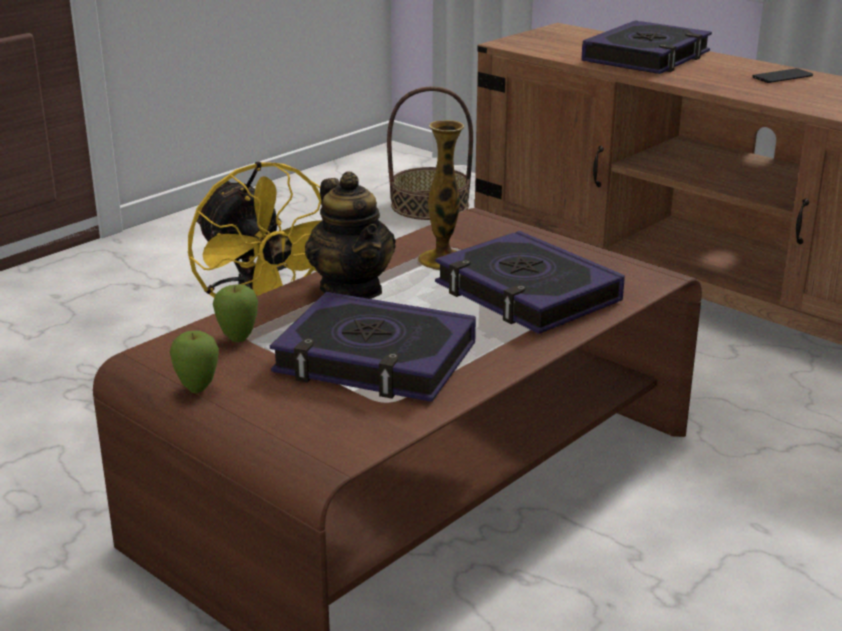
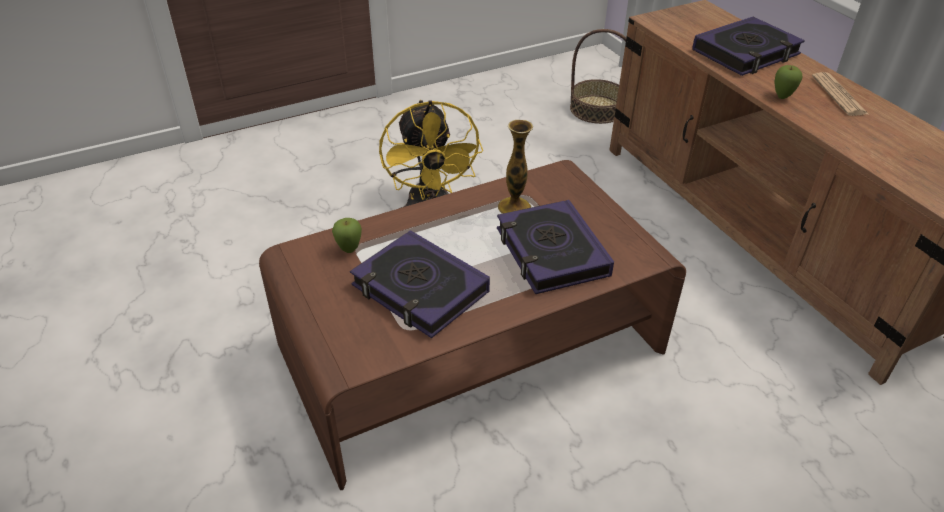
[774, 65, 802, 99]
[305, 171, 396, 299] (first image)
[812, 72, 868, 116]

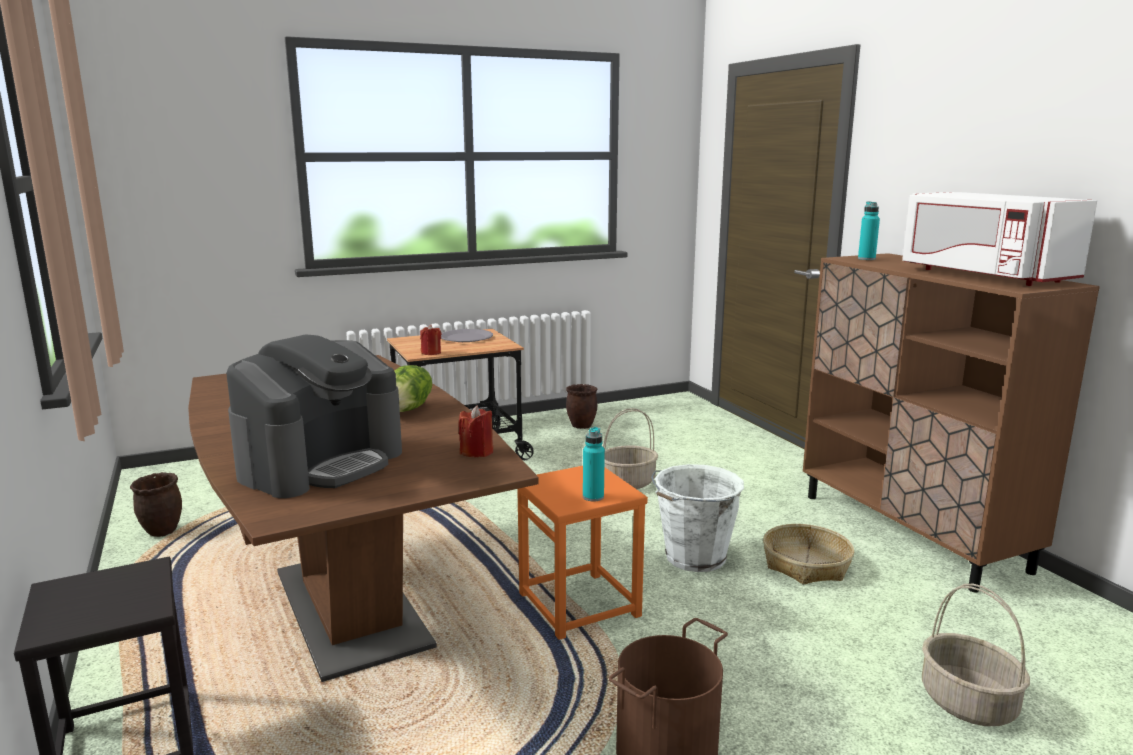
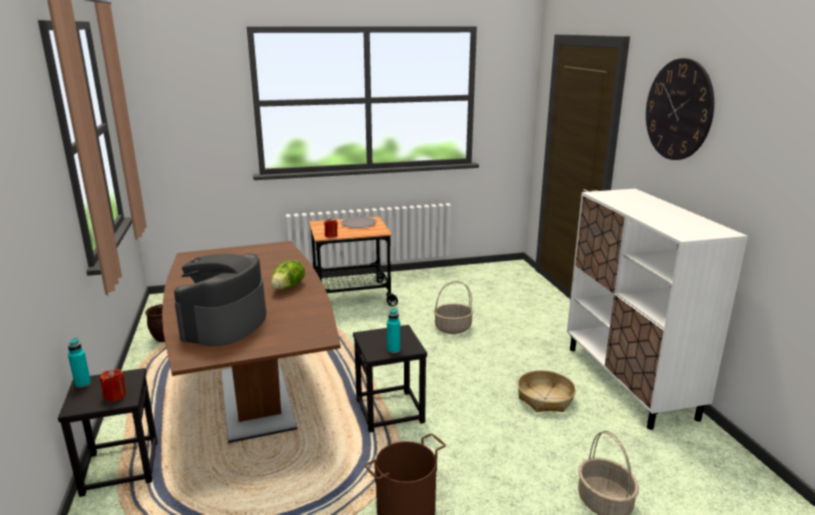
[174, 253, 266, 347]
[100, 369, 126, 402]
[353, 325, 427, 433]
[566, 384, 597, 429] (first image)
[651, 464, 744, 572] (first image)
[567, 189, 748, 430]
[68, 338, 91, 388]
[902, 192, 1097, 286] (first image)
[646, 58, 714, 160]

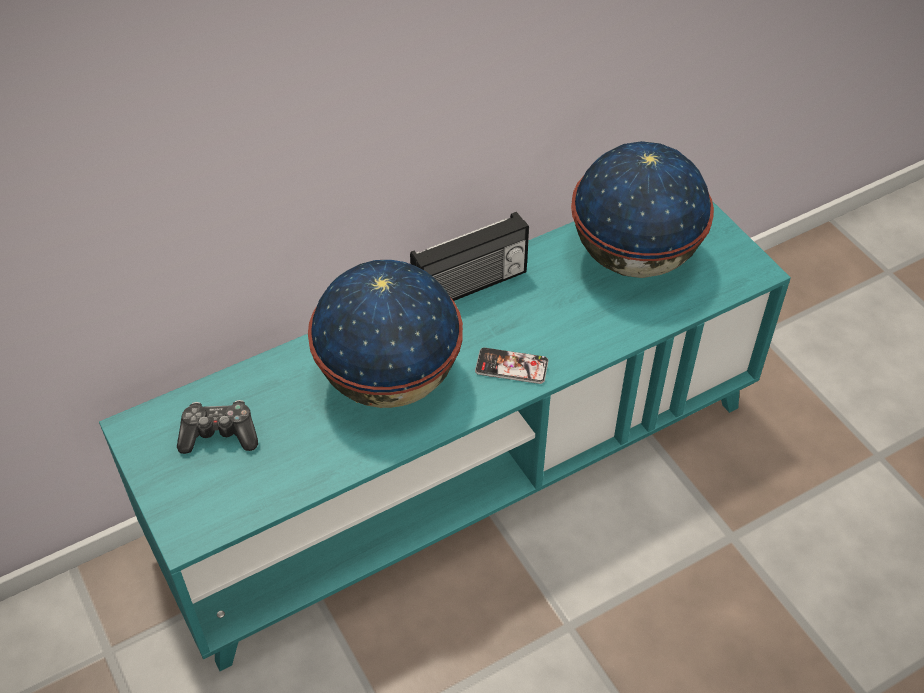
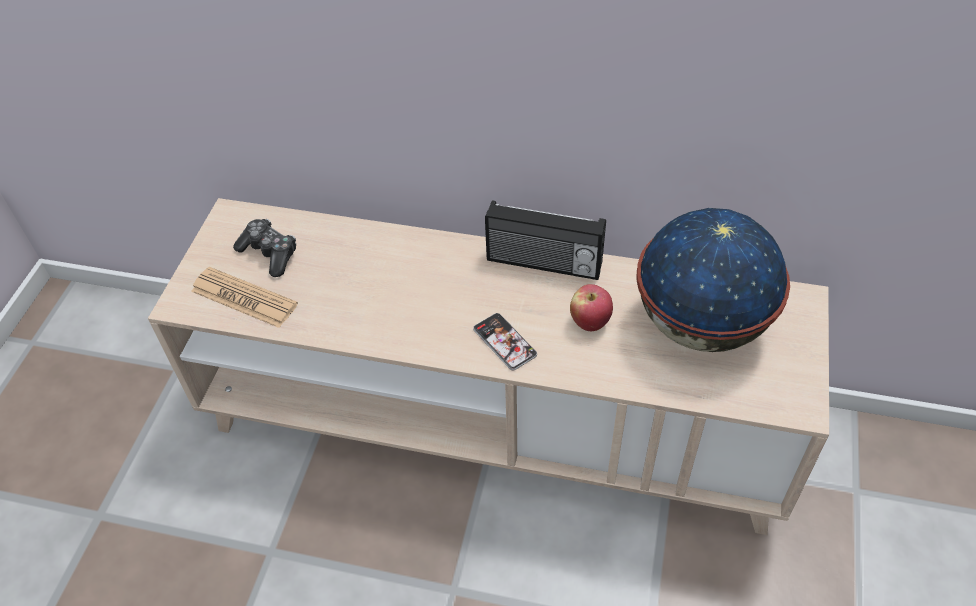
[148, 198, 829, 535]
[308, 260, 463, 408] (first image)
[191, 267, 298, 328]
[570, 284, 613, 331]

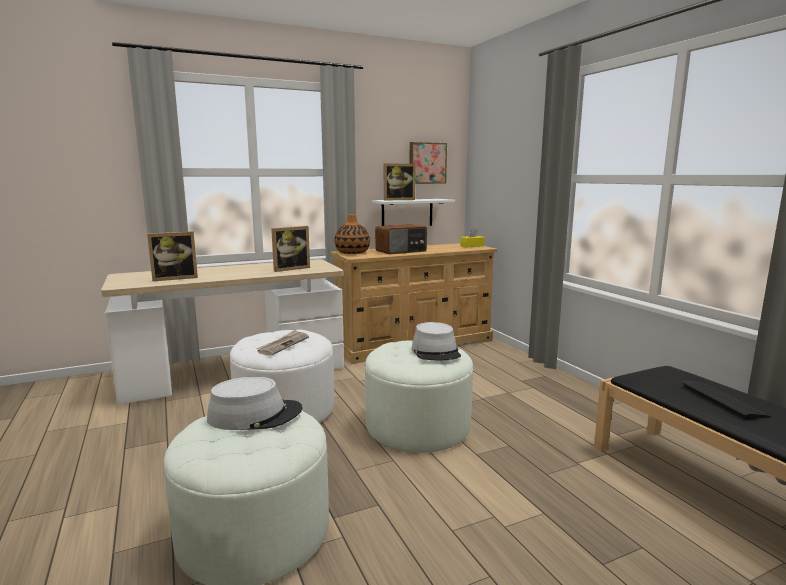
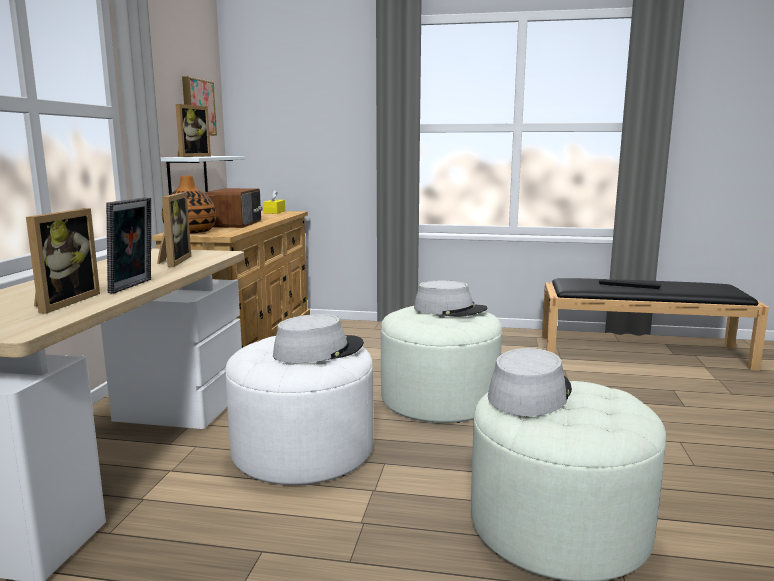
[273, 314, 364, 363]
[106, 197, 151, 294]

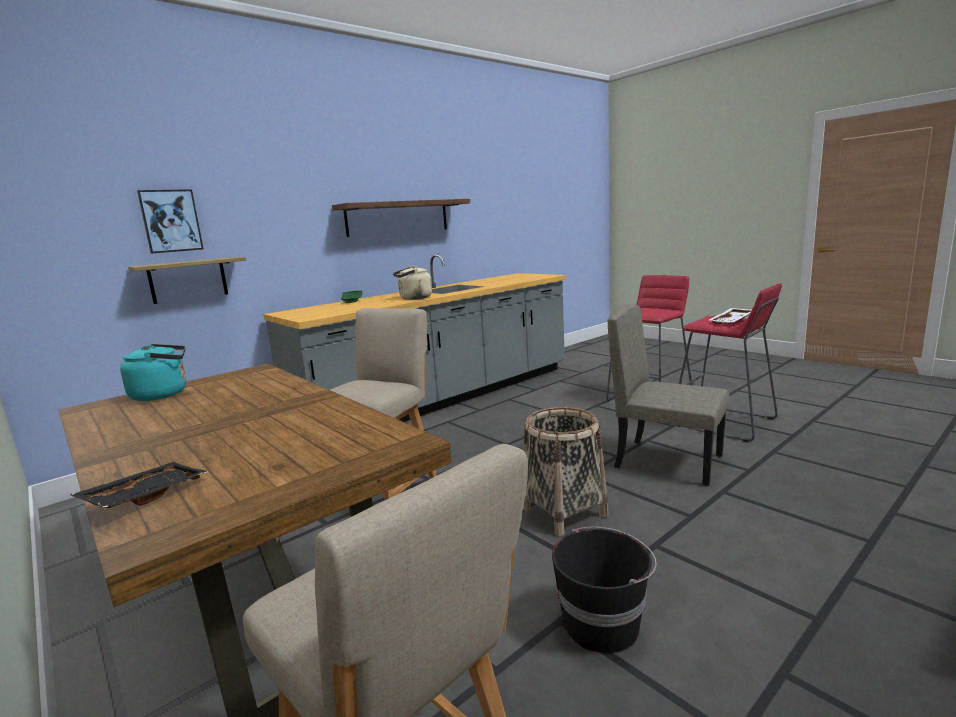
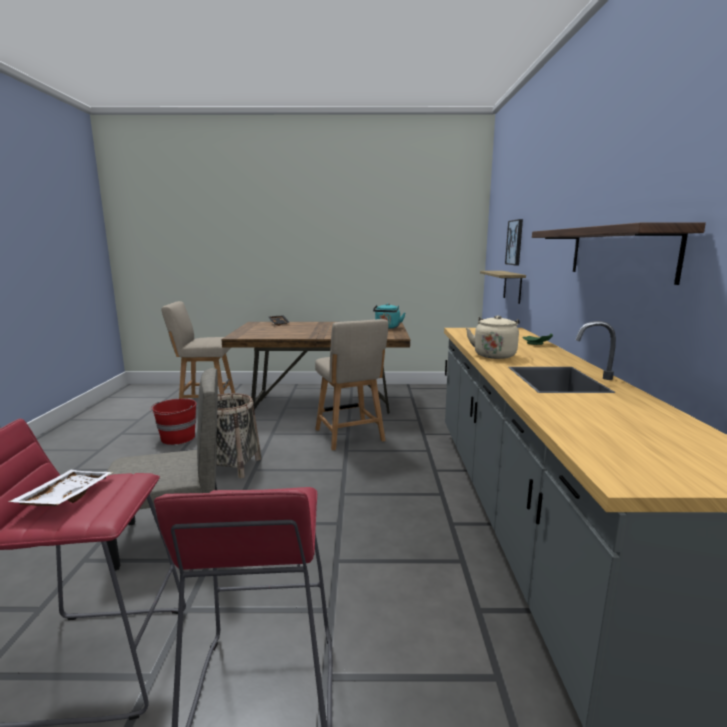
[150, 399, 197, 445]

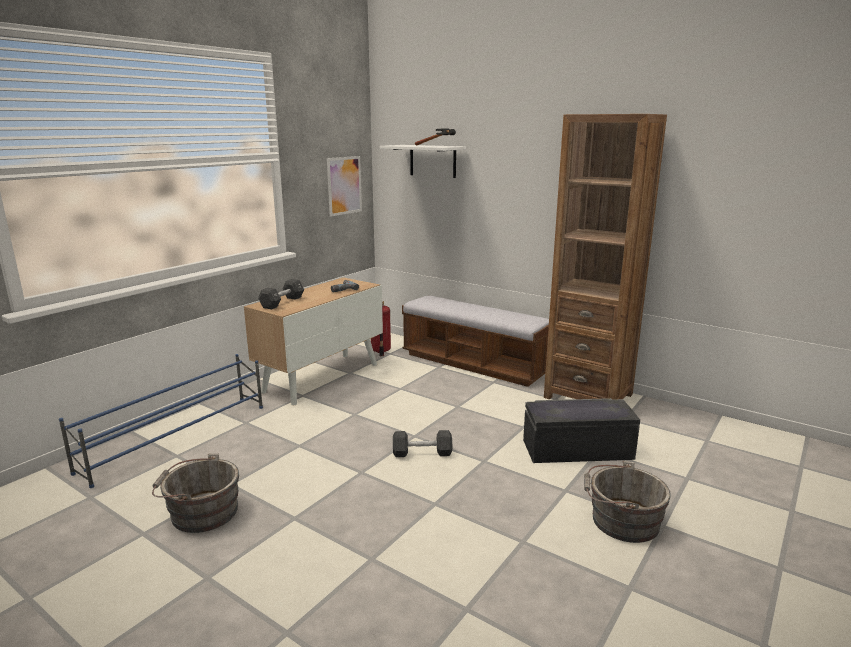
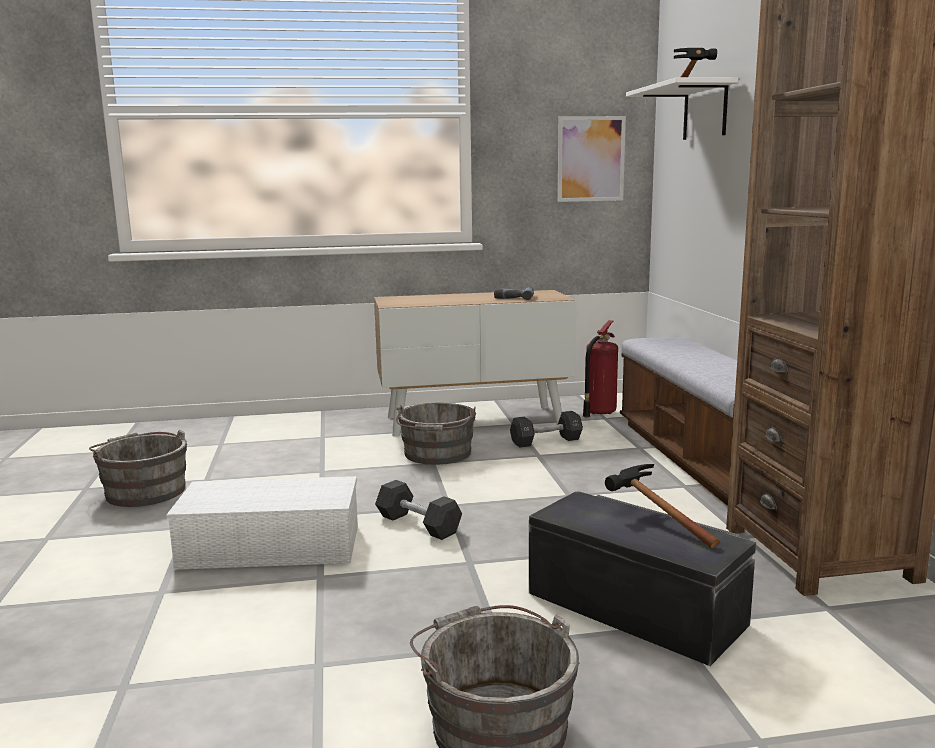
[59, 354, 263, 488] (first image)
[510, 411, 583, 448]
[166, 476, 358, 570]
[396, 403, 476, 465]
[605, 464, 719, 548]

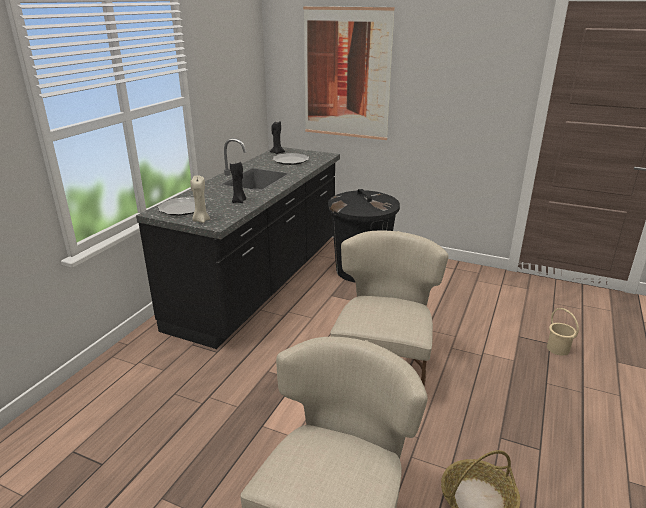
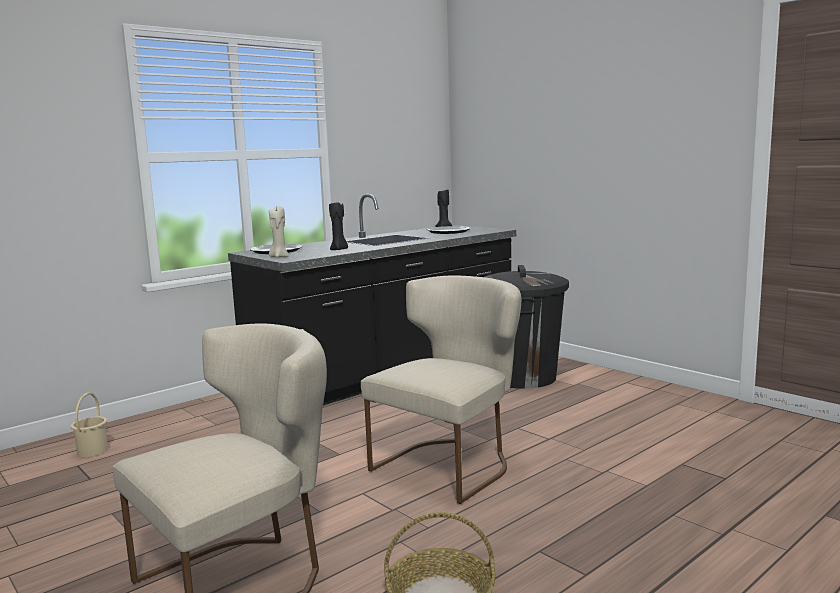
[303, 6, 395, 140] (first image)
[71, 392, 108, 457]

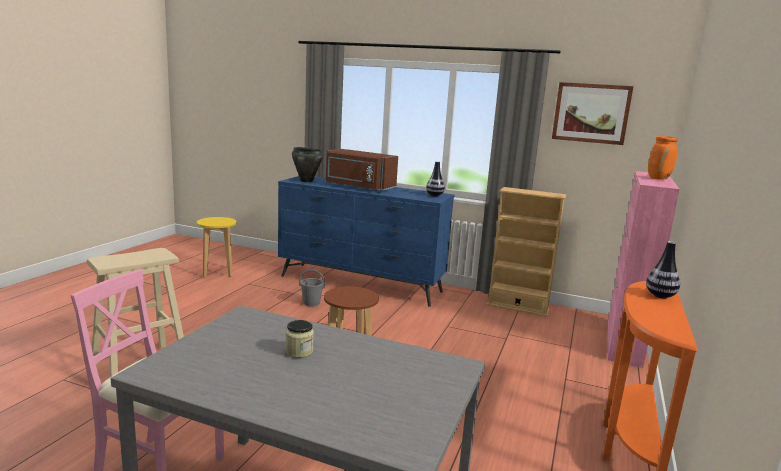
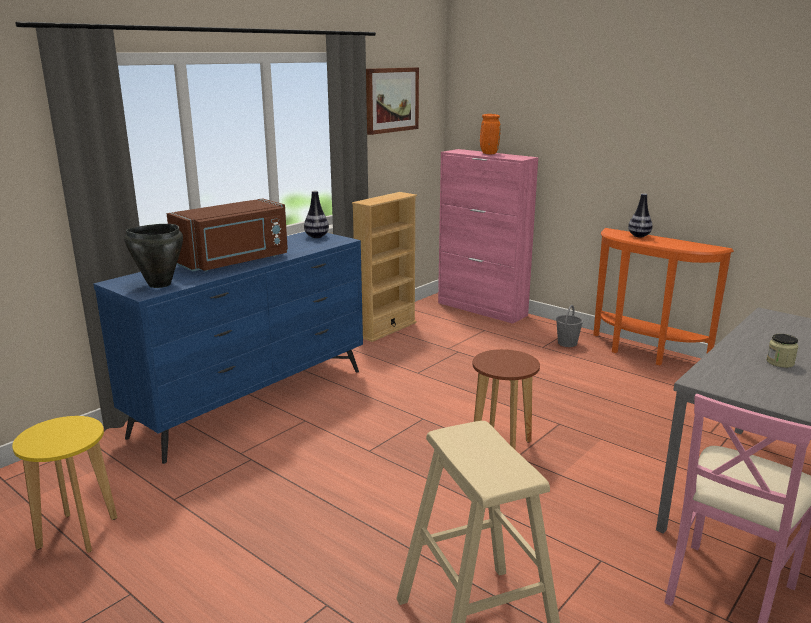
[556, 305, 583, 347]

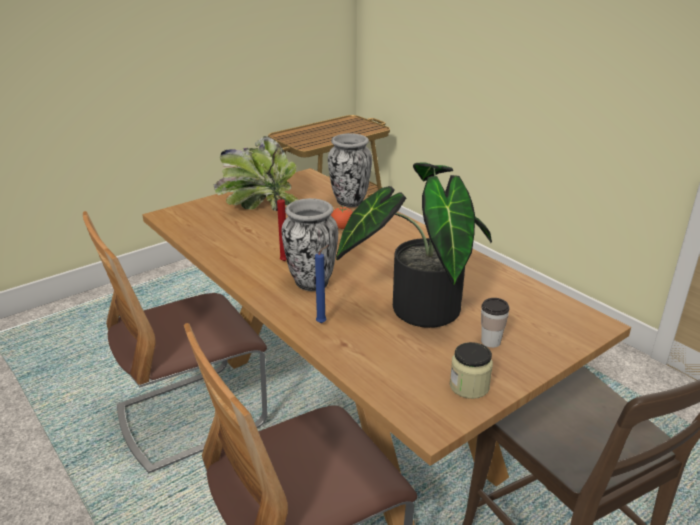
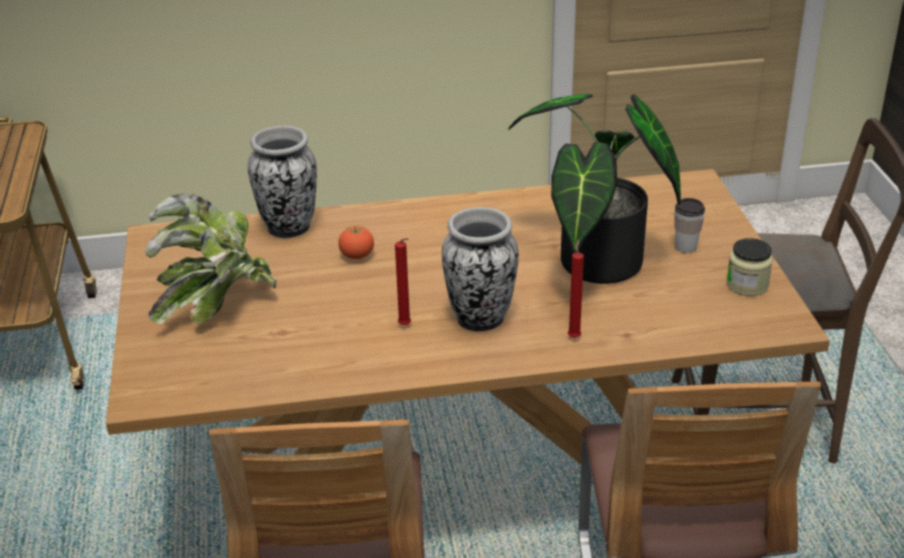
[568, 239, 584, 338]

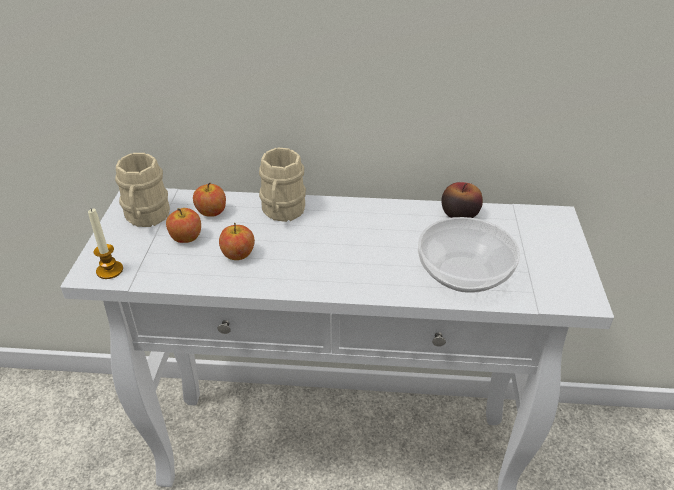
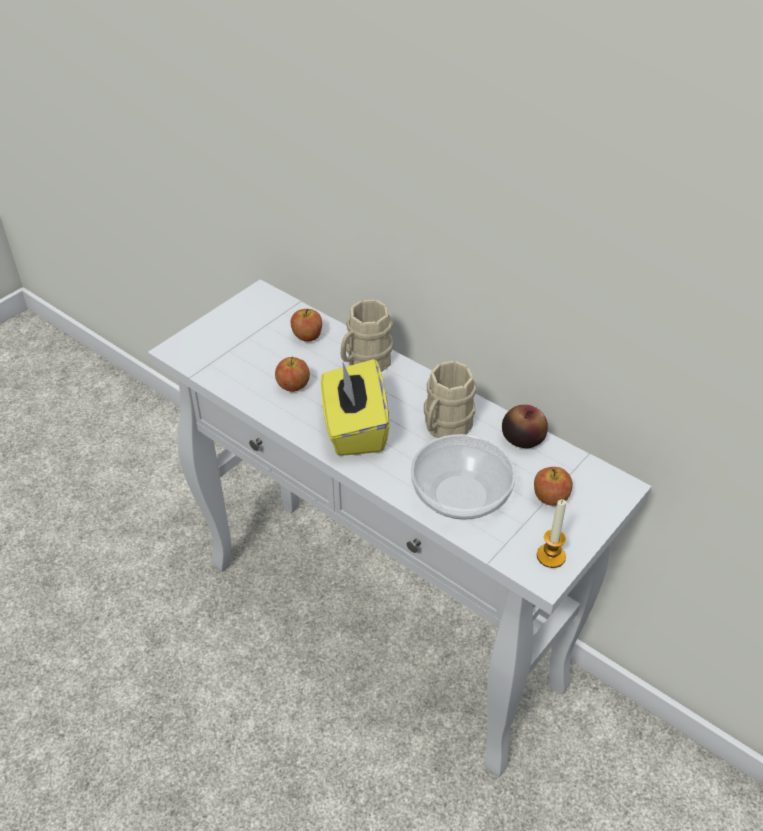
[537, 500, 566, 568]
[424, 361, 476, 438]
[534, 467, 573, 506]
[321, 359, 390, 456]

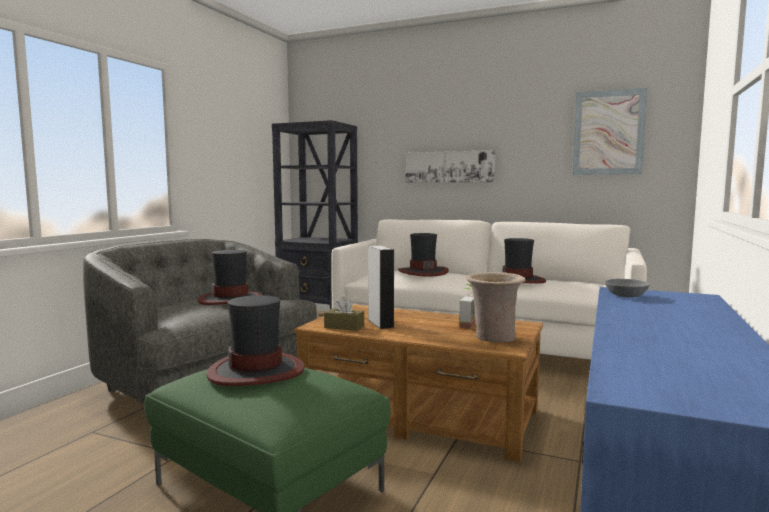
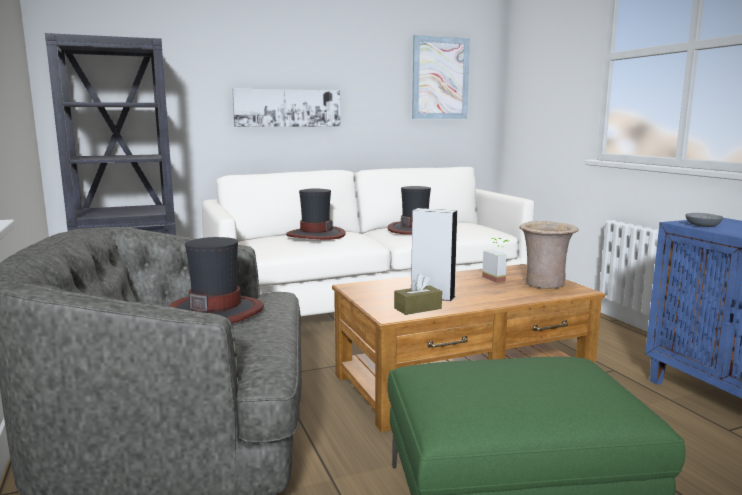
[206, 295, 305, 386] (first image)

